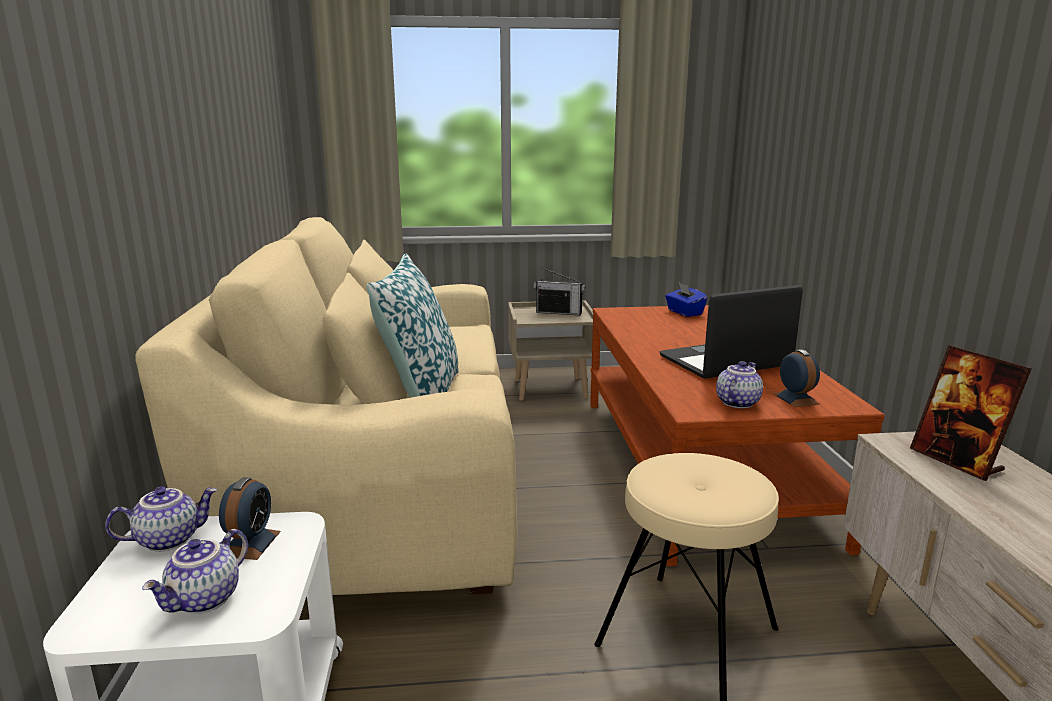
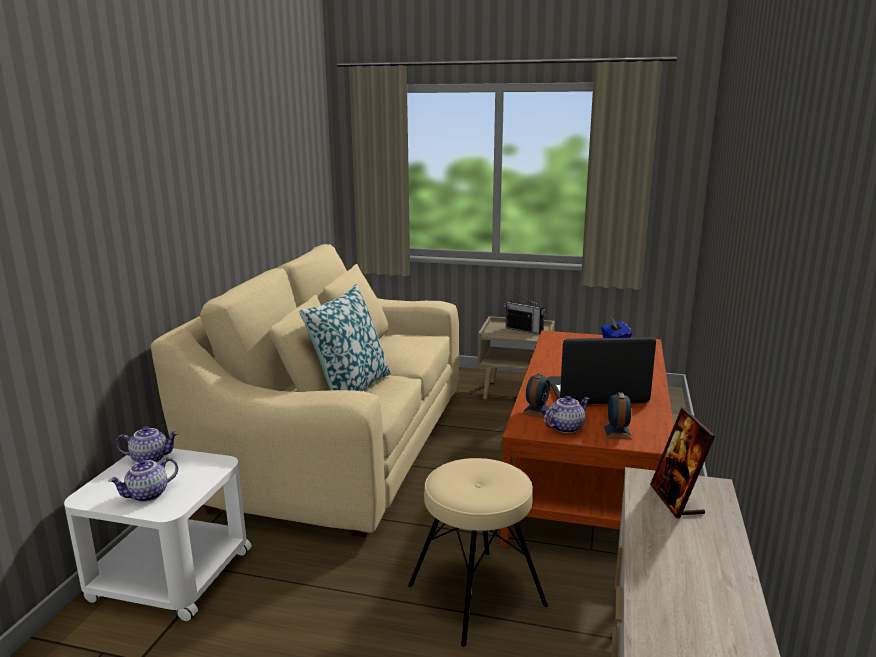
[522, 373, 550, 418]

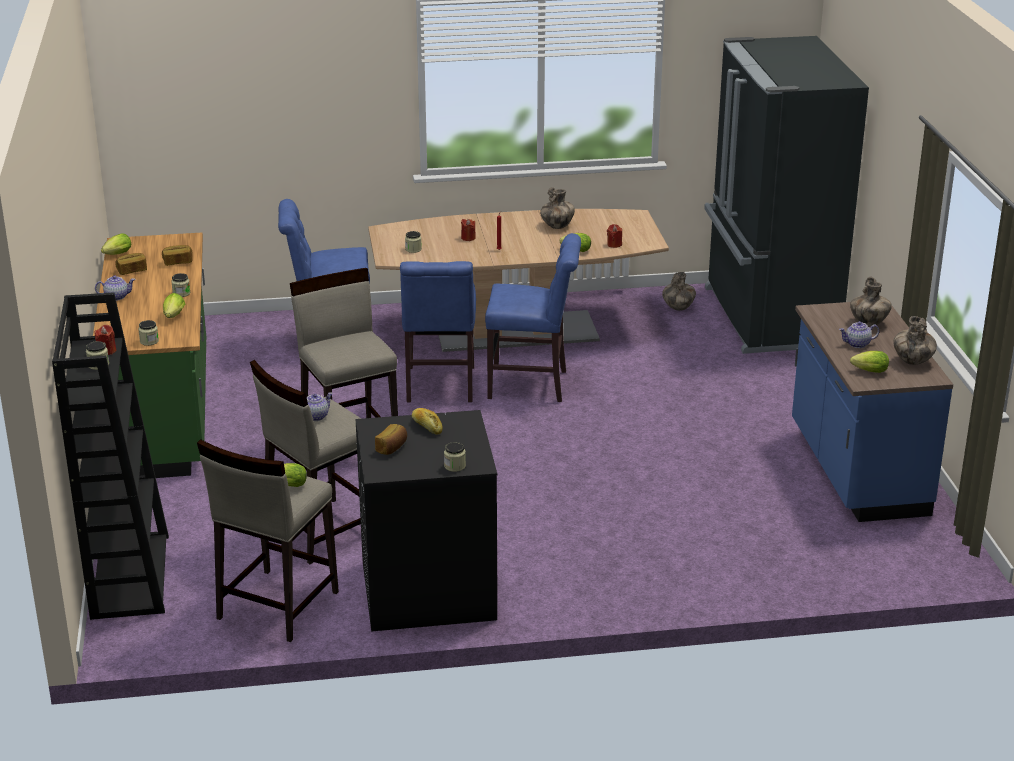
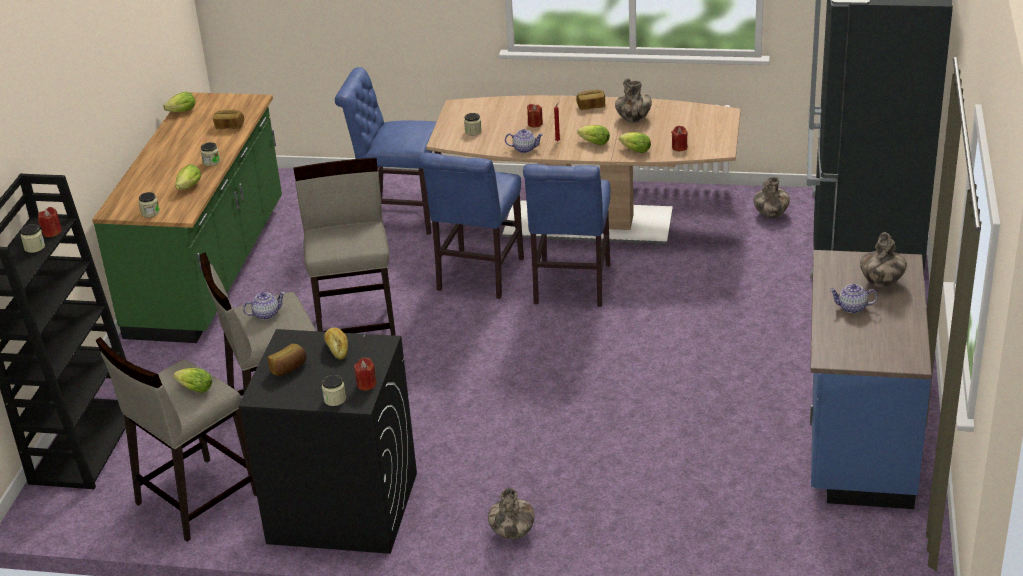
[505, 129, 543, 153]
[576, 90, 605, 110]
[523, 164, 611, 307]
[577, 125, 610, 145]
[488, 488, 534, 539]
[354, 357, 377, 390]

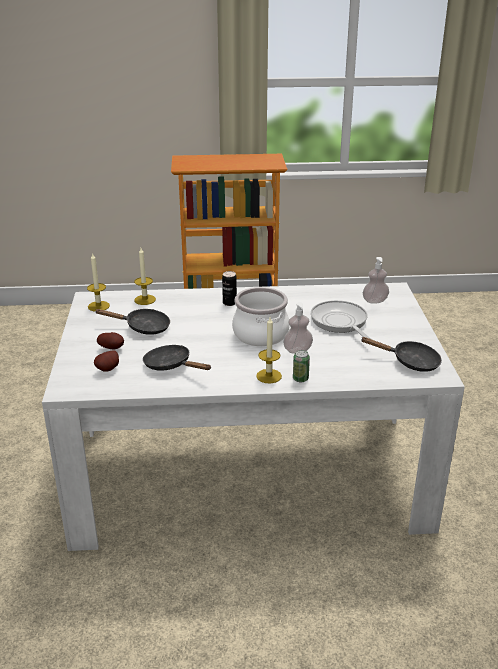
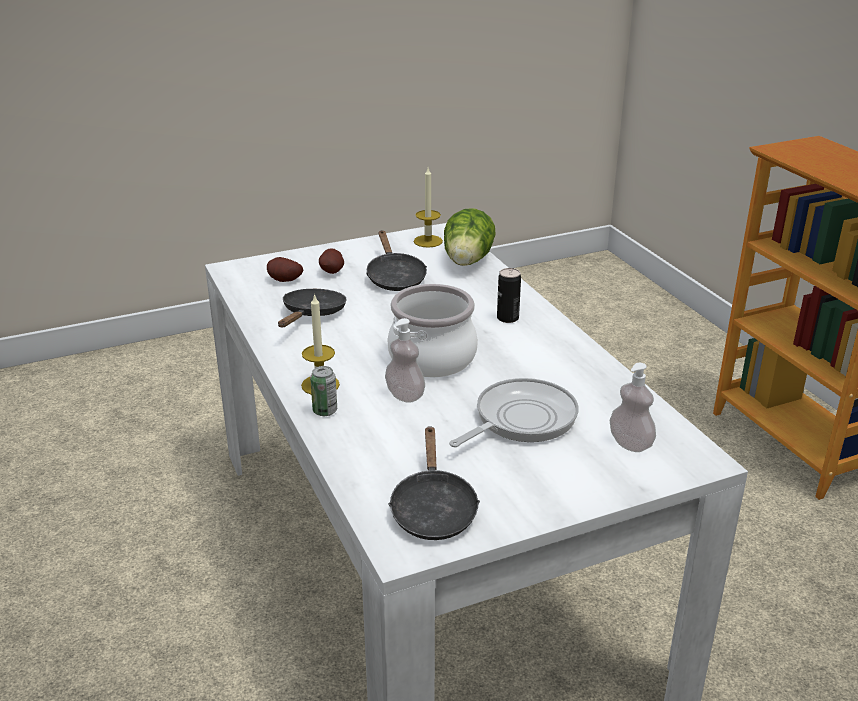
[444, 208, 496, 266]

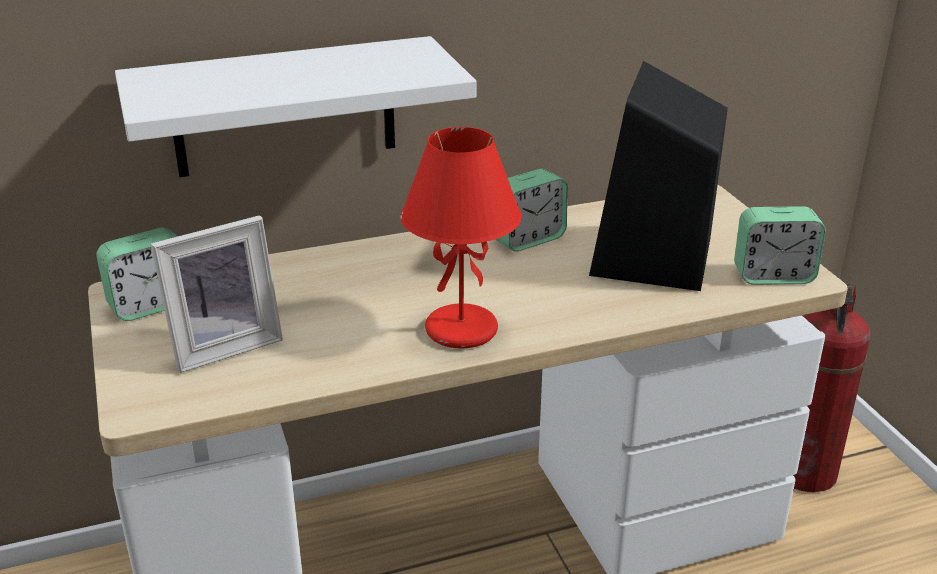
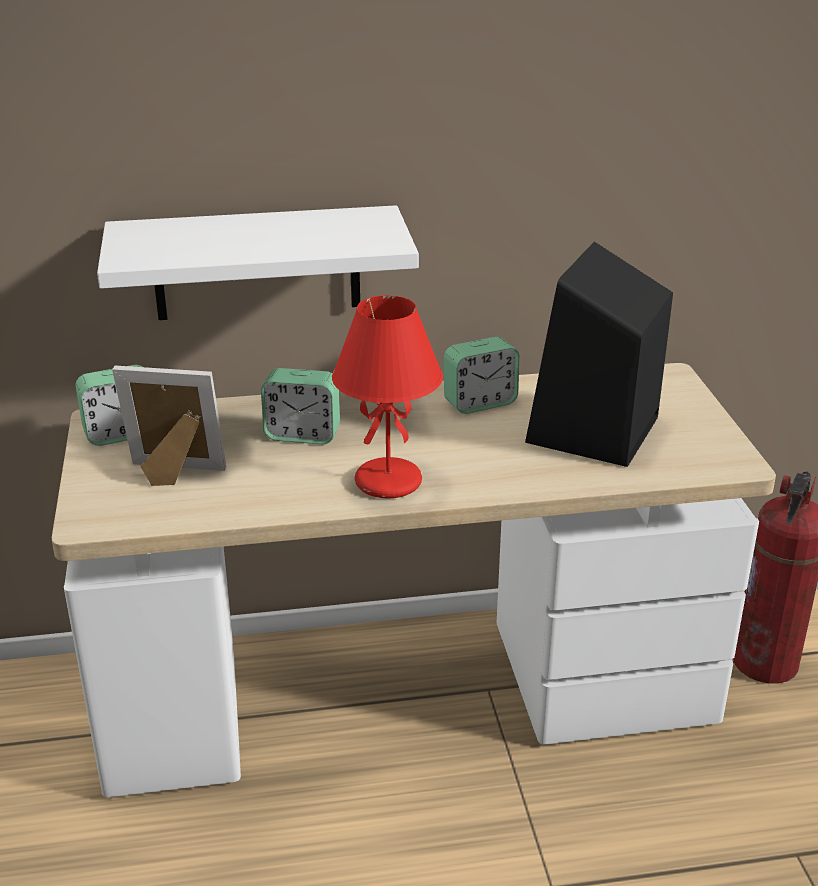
[112, 366, 226, 486]
[261, 368, 340, 444]

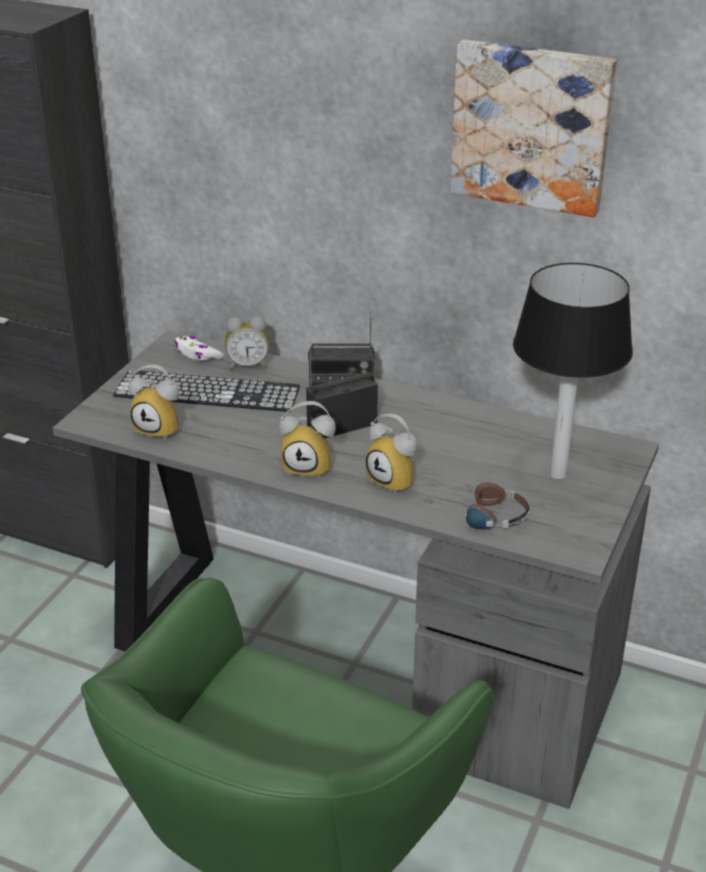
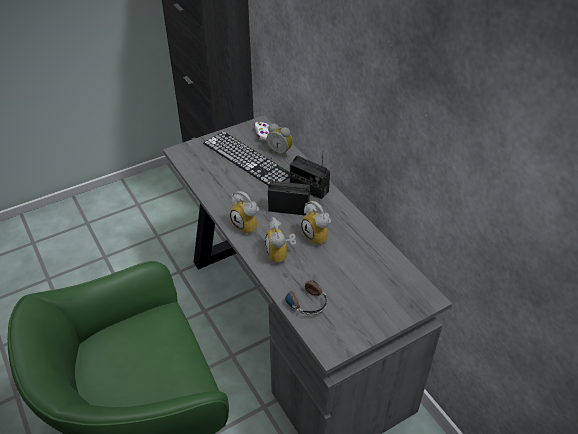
[301, 201, 331, 246]
[450, 40, 617, 217] (first image)
[513, 263, 633, 479] (first image)

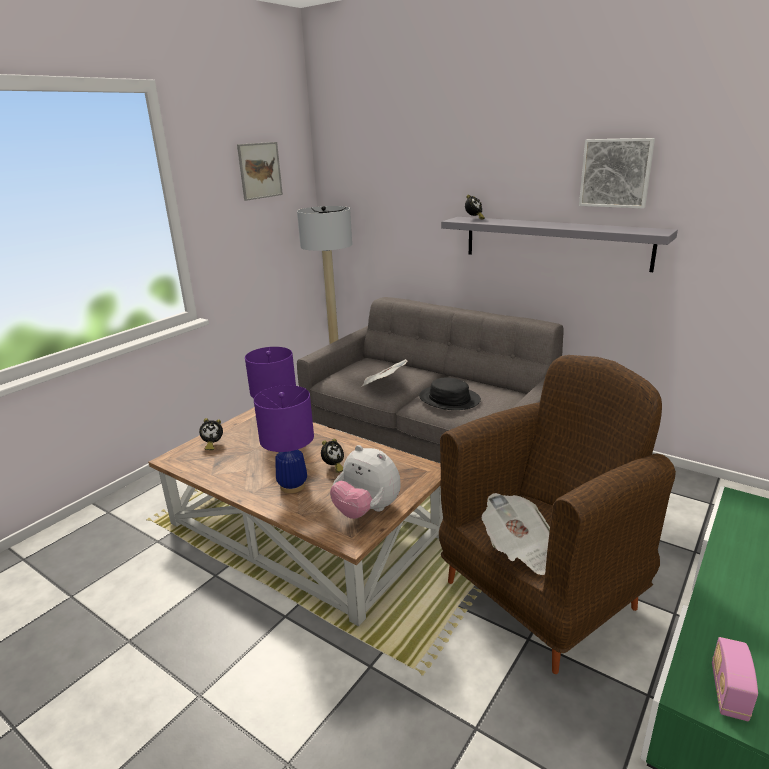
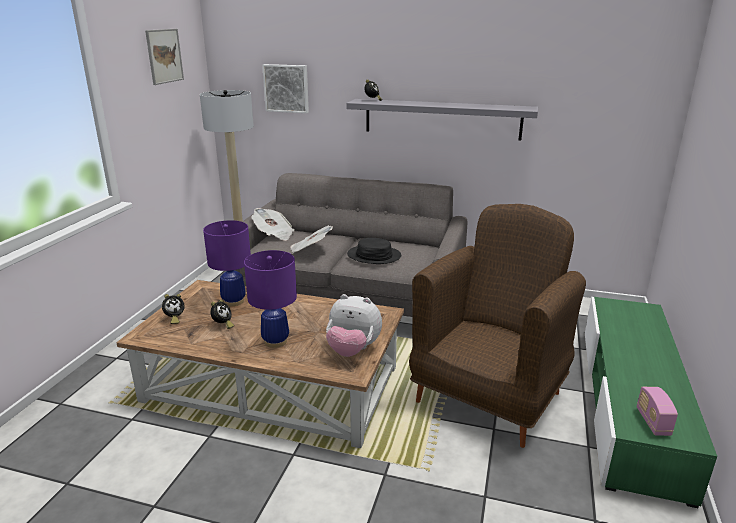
[210, 300, 234, 329]
[251, 208, 295, 241]
[262, 64, 309, 113]

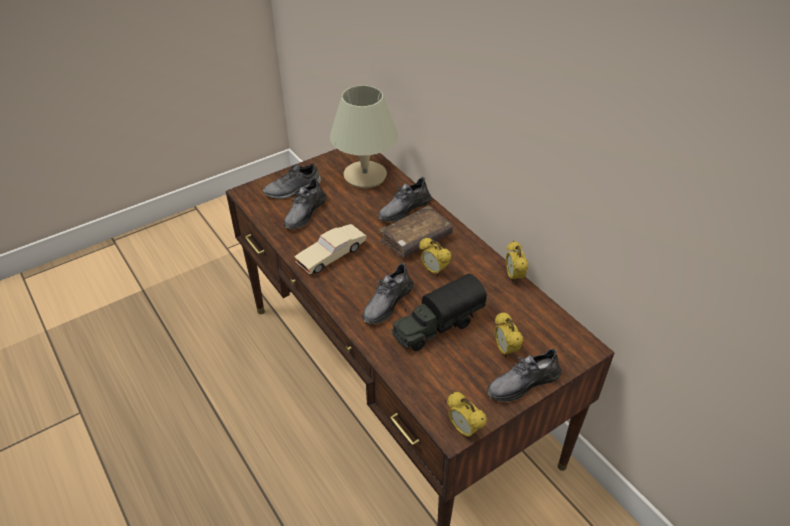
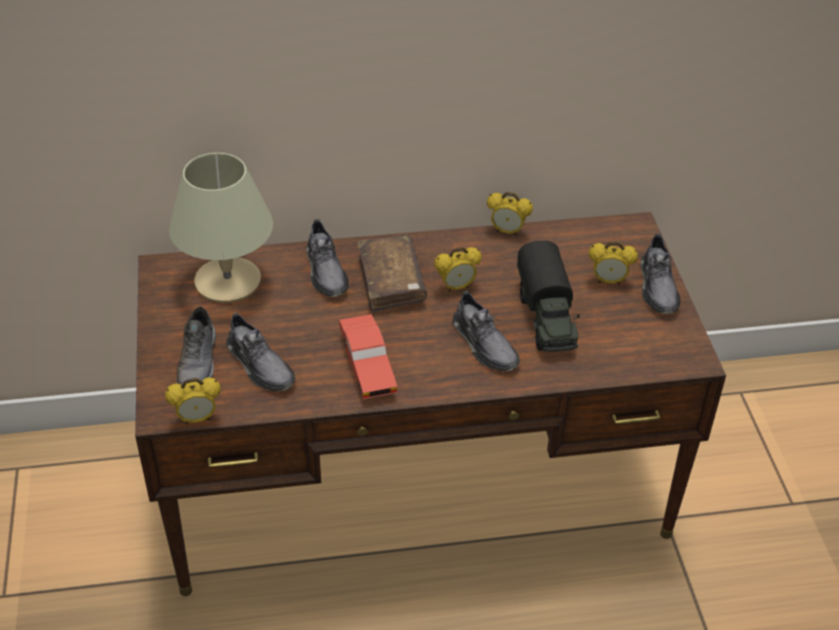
[339, 314, 397, 399]
[165, 377, 221, 425]

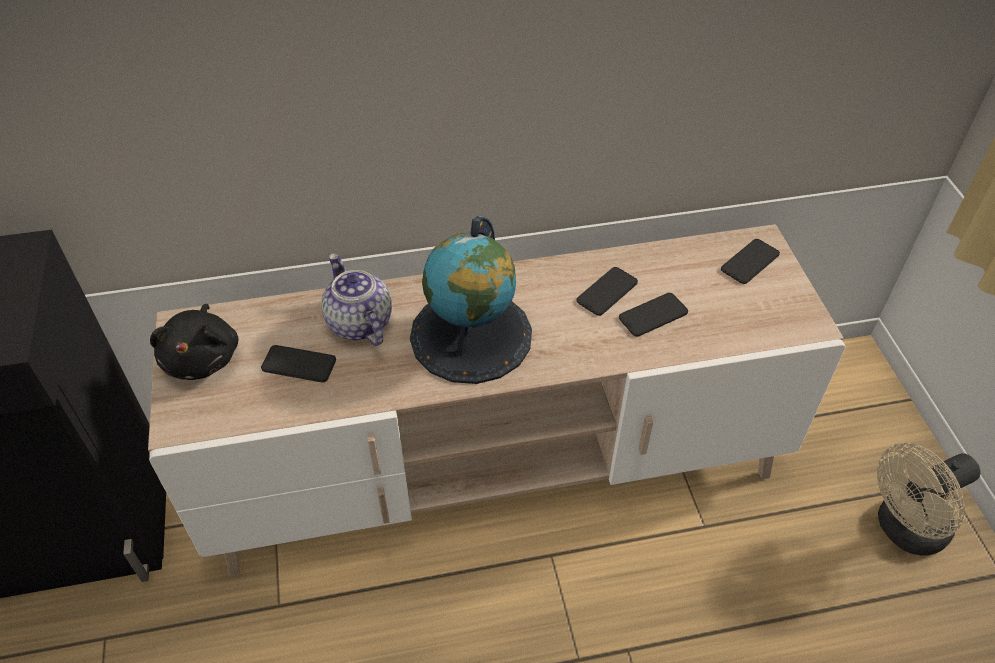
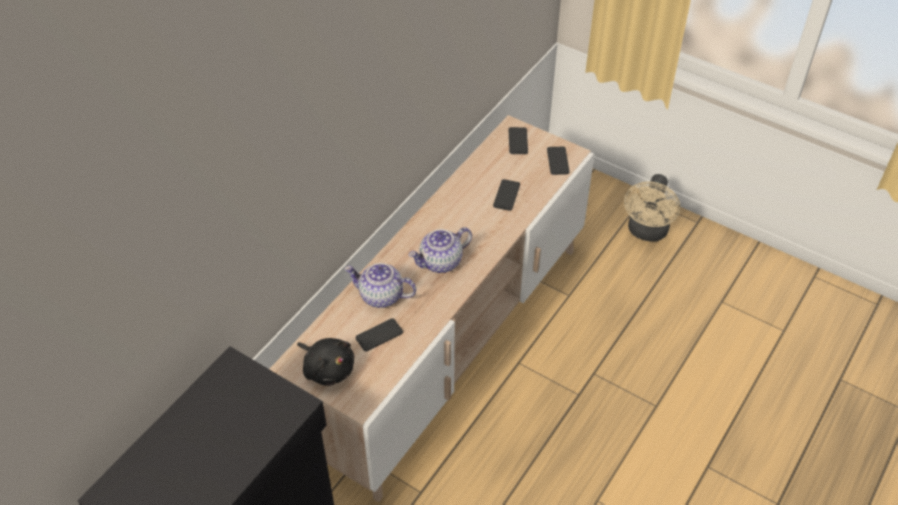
[409, 227, 472, 273]
[547, 147, 569, 175]

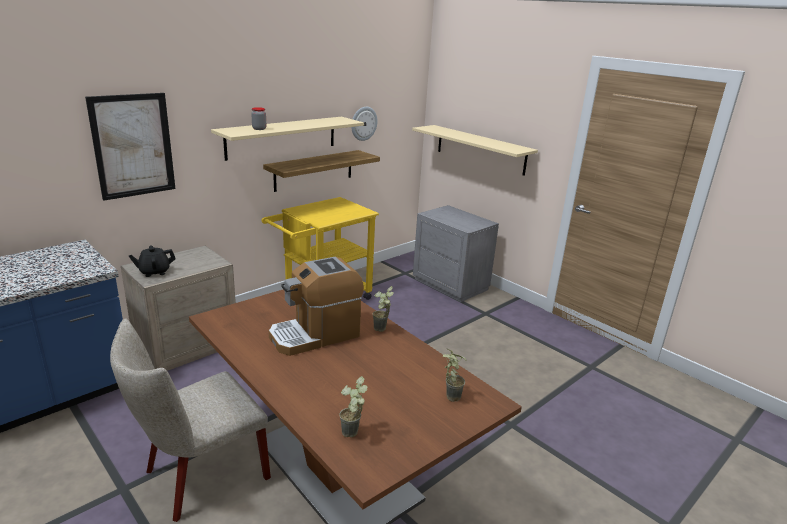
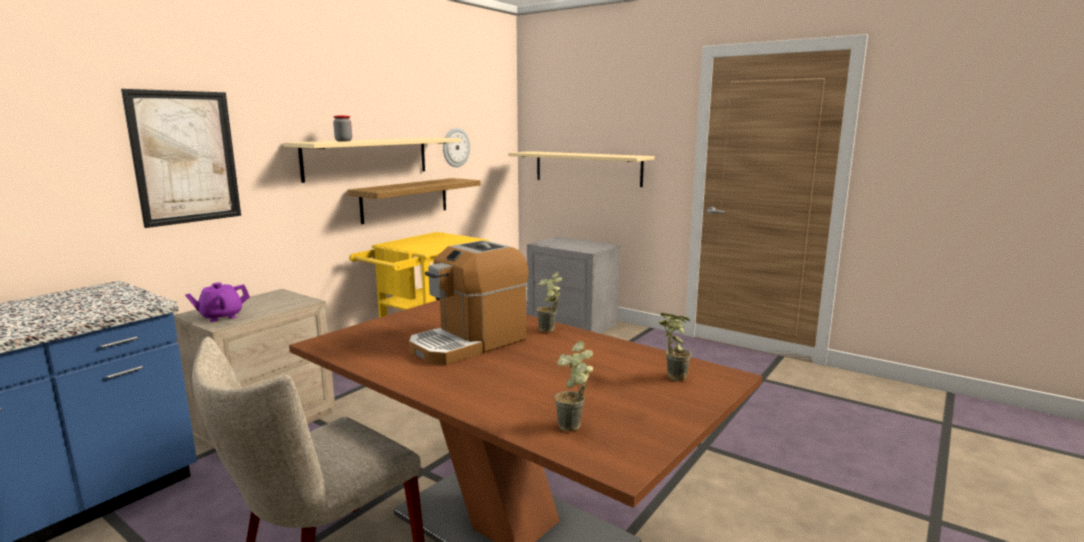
[185, 282, 250, 322]

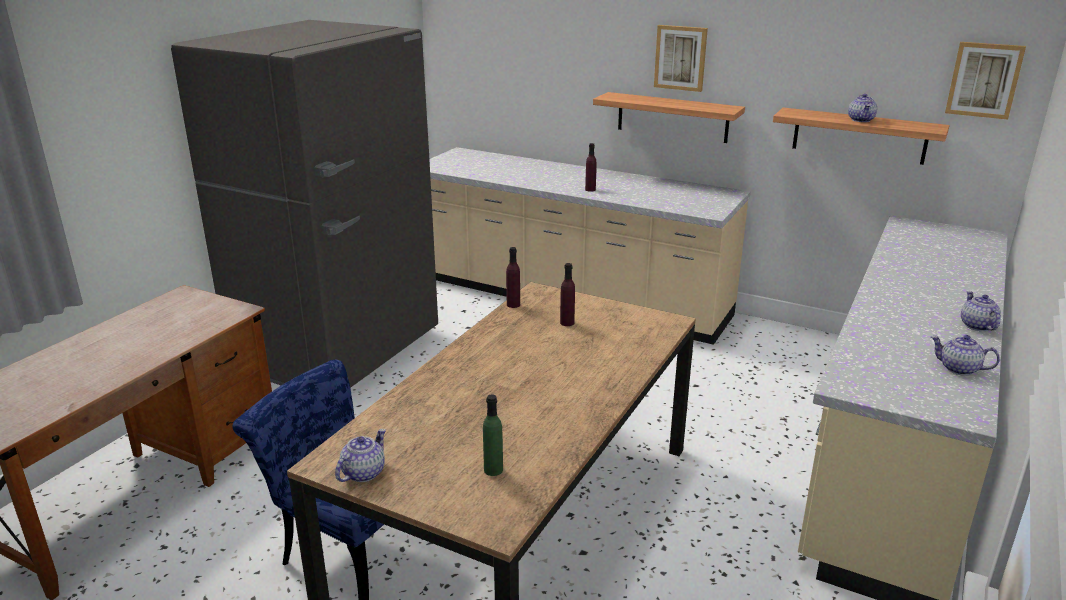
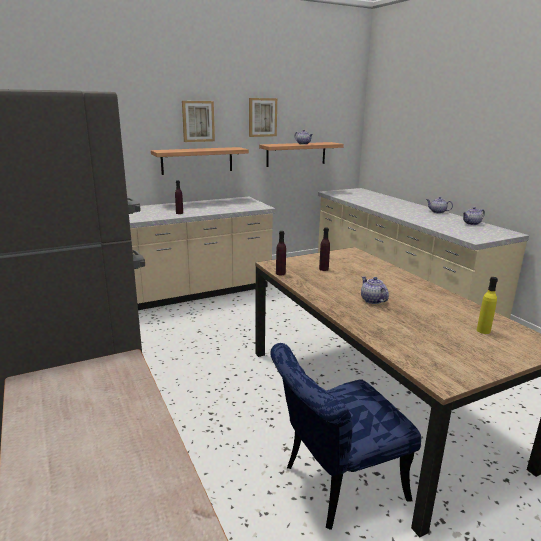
[361, 276, 389, 304]
[477, 277, 498, 334]
[249, 98, 277, 137]

